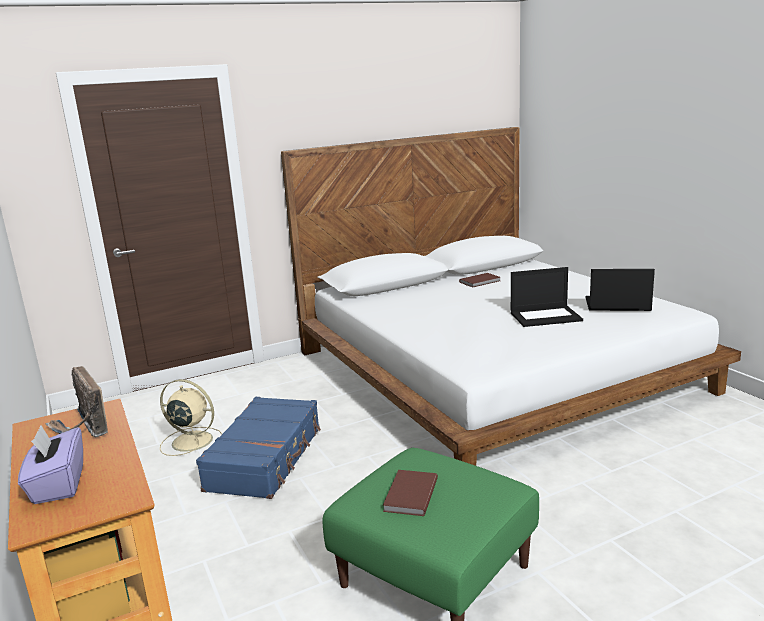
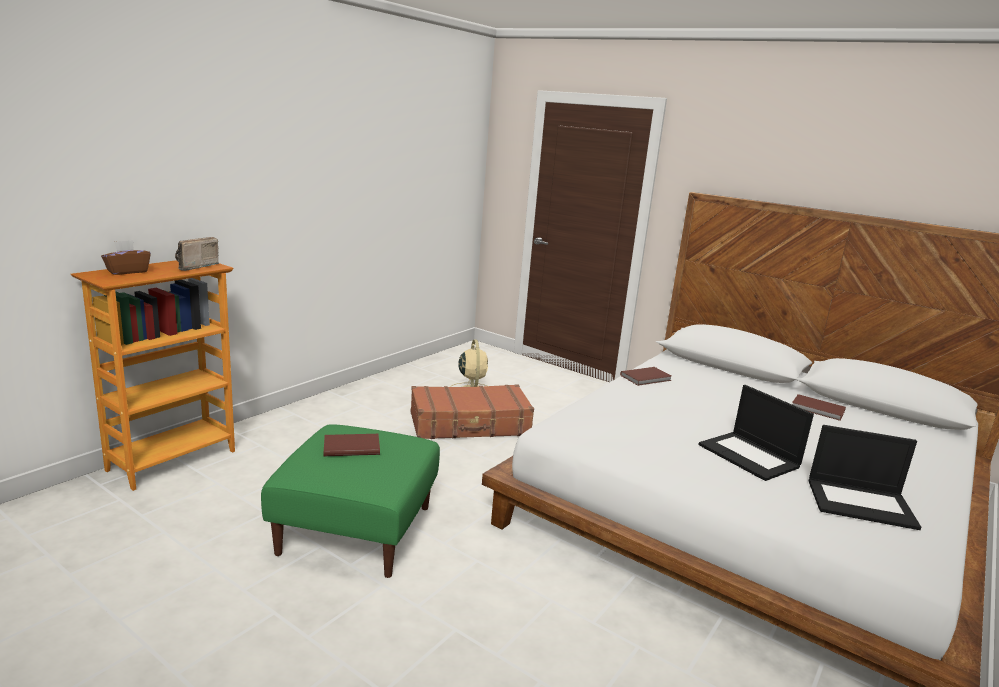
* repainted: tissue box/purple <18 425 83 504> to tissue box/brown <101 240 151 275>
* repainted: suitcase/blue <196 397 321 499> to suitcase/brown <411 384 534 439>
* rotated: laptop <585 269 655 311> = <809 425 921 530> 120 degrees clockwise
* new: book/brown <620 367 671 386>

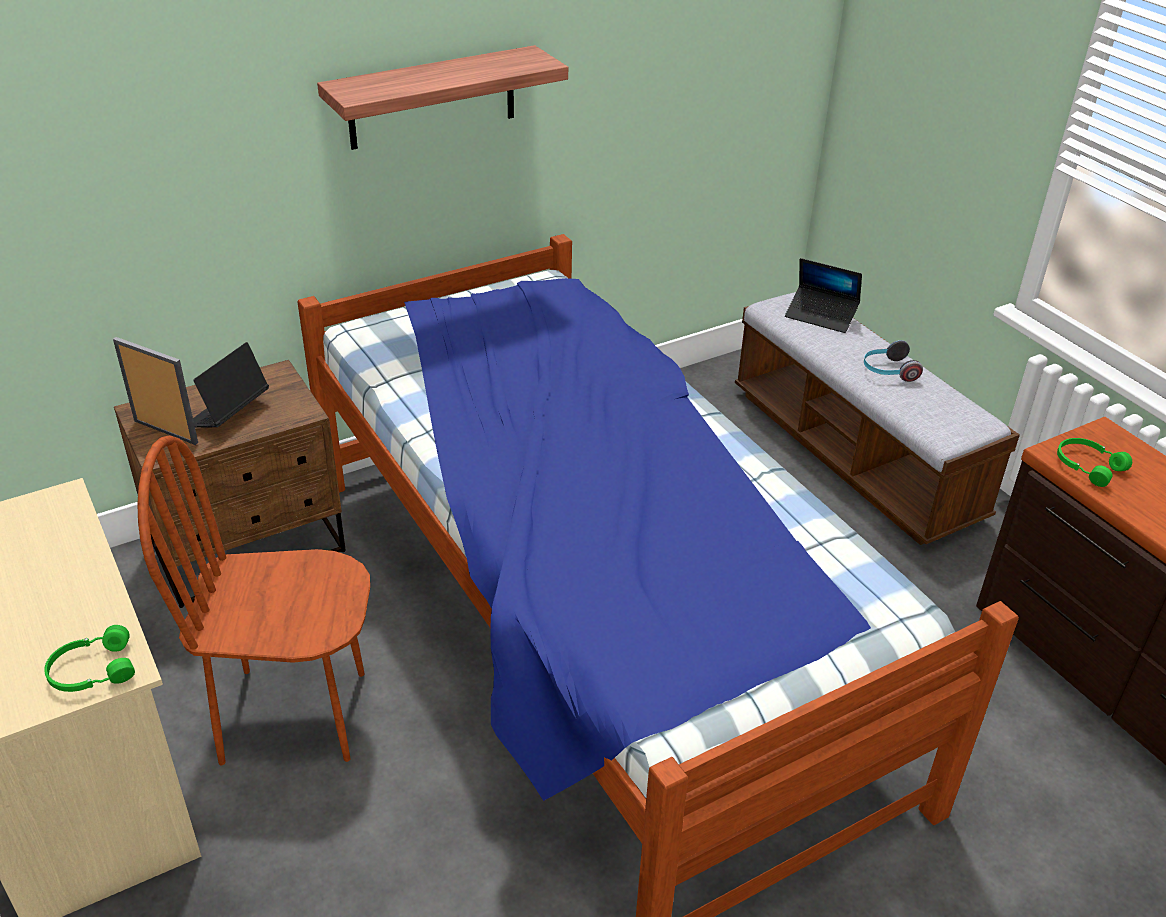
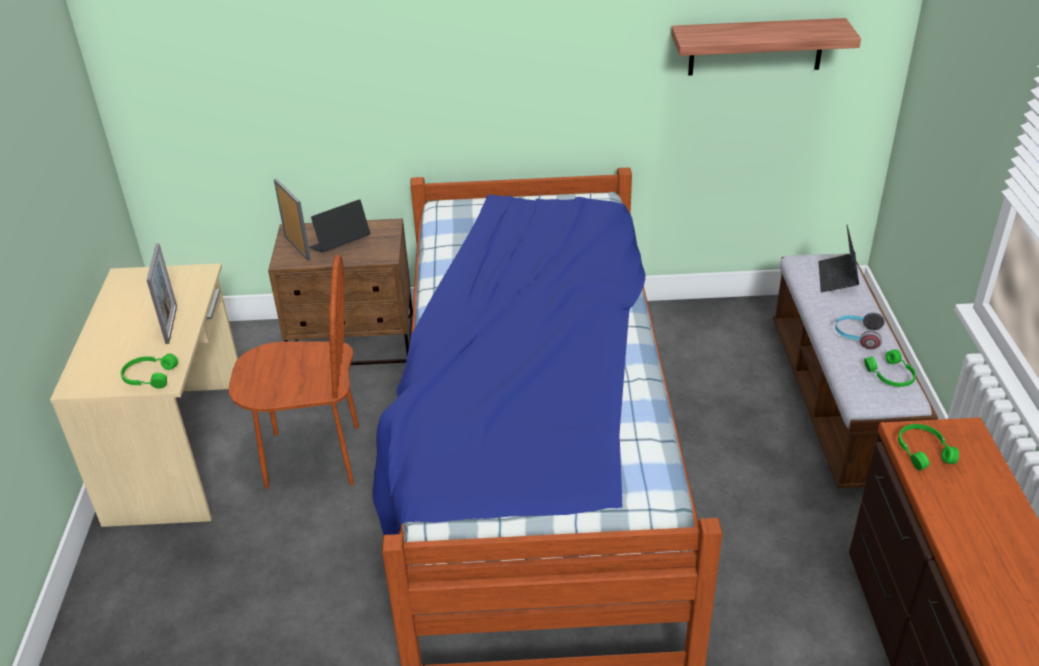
* rotated: chair/brown <137 435 370 765> = <229 255 359 489> 150 degrees clockwise
* shifted: shelf <317 45 568 150> to <671 18 861 76>
* rotated: laptop <785 258 862 333> = <818 225 859 292> 45 degrees clockwise
* new: picture frame <147 243 177 344>
* new: headphones/green <864 349 916 387>

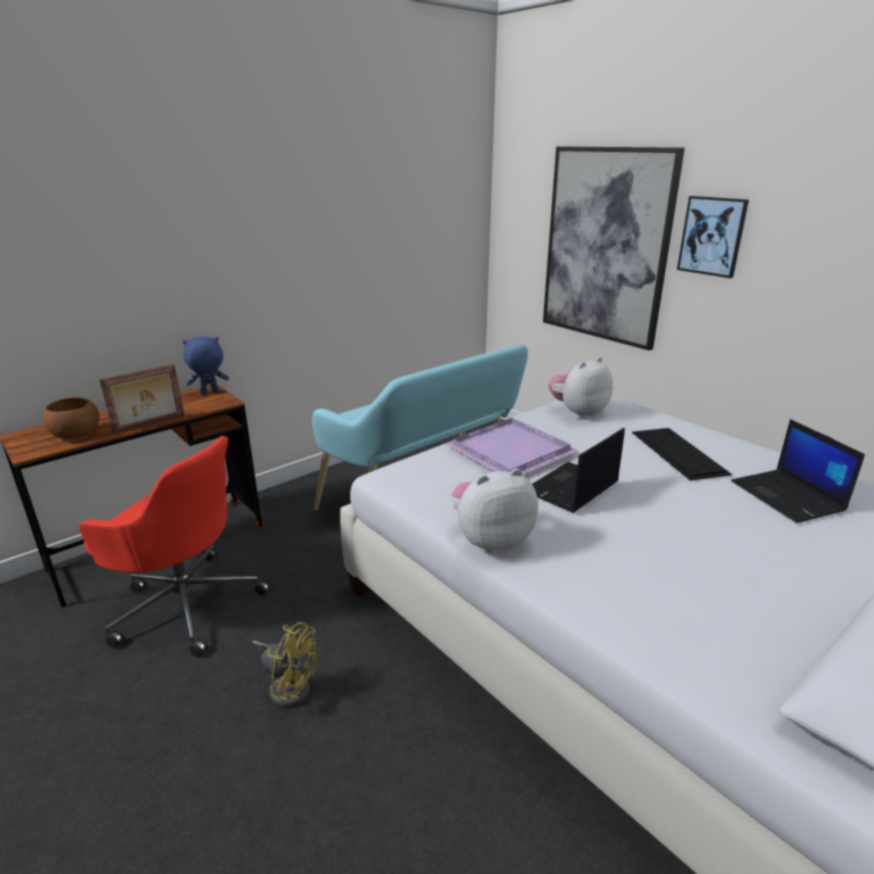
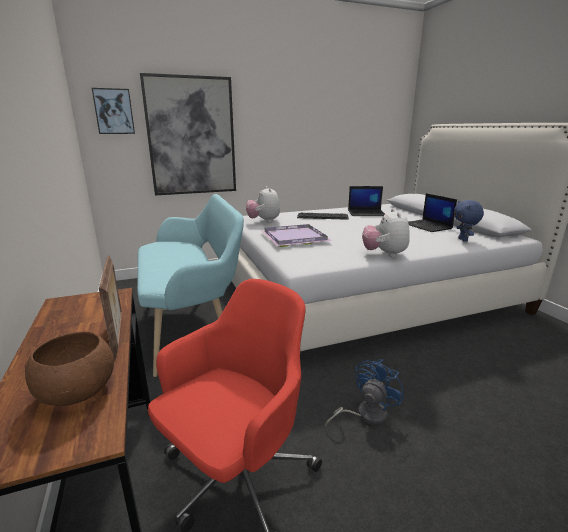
* shifted: plush toy/blue <183 336 229 395> to <454 200 484 242>
* repainted: fan/yellow <252 622 318 708> to fan/blue <325 359 404 427>
* shifted: laptop <532 428 625 513> to <408 193 457 232>
* shifted: picture <677 196 749 278> to <92 88 135 134>

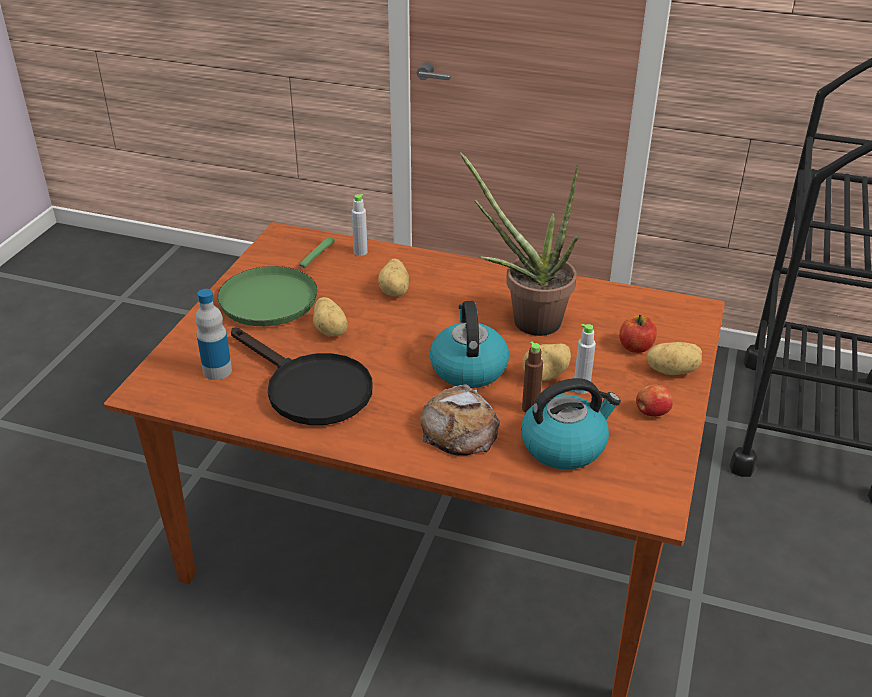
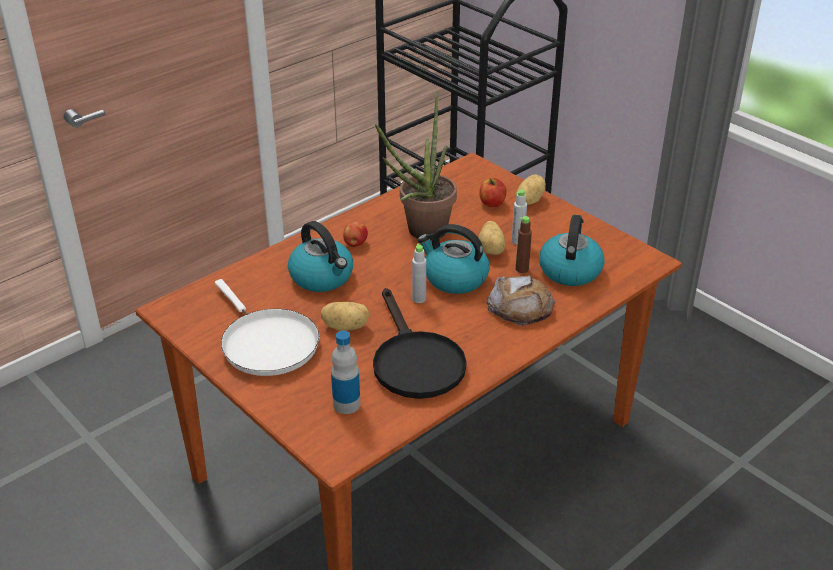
* repainted: frying pan/green <217 237 335 326> to frying pan/white <215 279 319 376>
* rotated: frying pan/black <231 328 372 425> = <373 288 467 399> 90 degrees clockwise
* shifted: bottle/grey <352 194 368 256> to <412 243 426 303>
* swapped: potato <378 259 409 296> to kettle <288 221 353 292>
* shifted: apple <636 384 673 417> to <343 221 368 247>

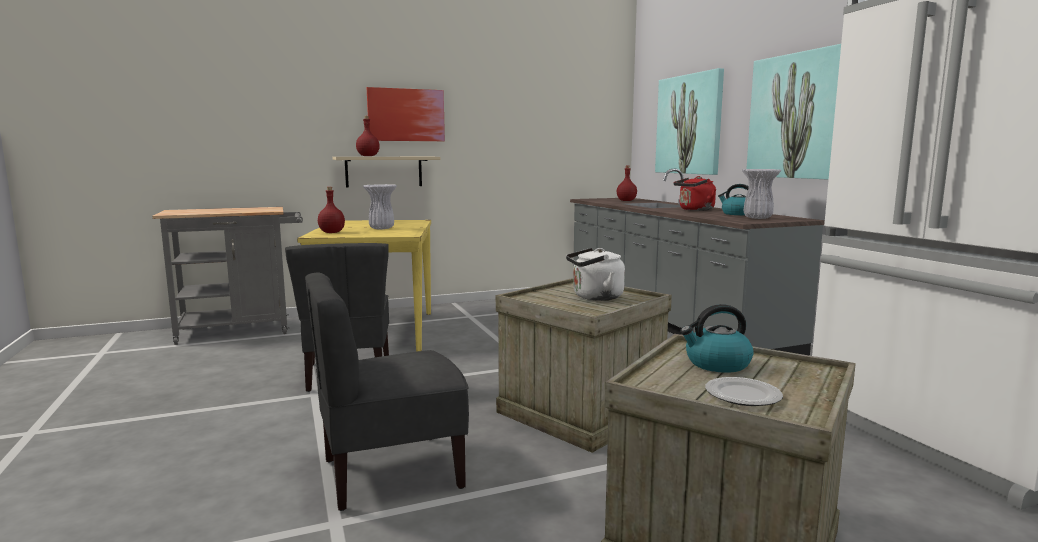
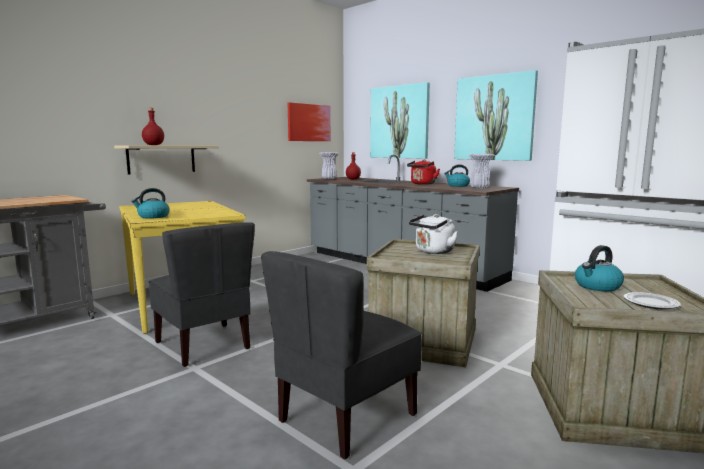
* swapped: bottle/red <318 187 345 233> to kettle <131 188 170 219>
* shifted: vase/white <363 184 397 229> to <319 152 339 179>
* shifted: picture <367 87 445 141> to <288 102 331 141>

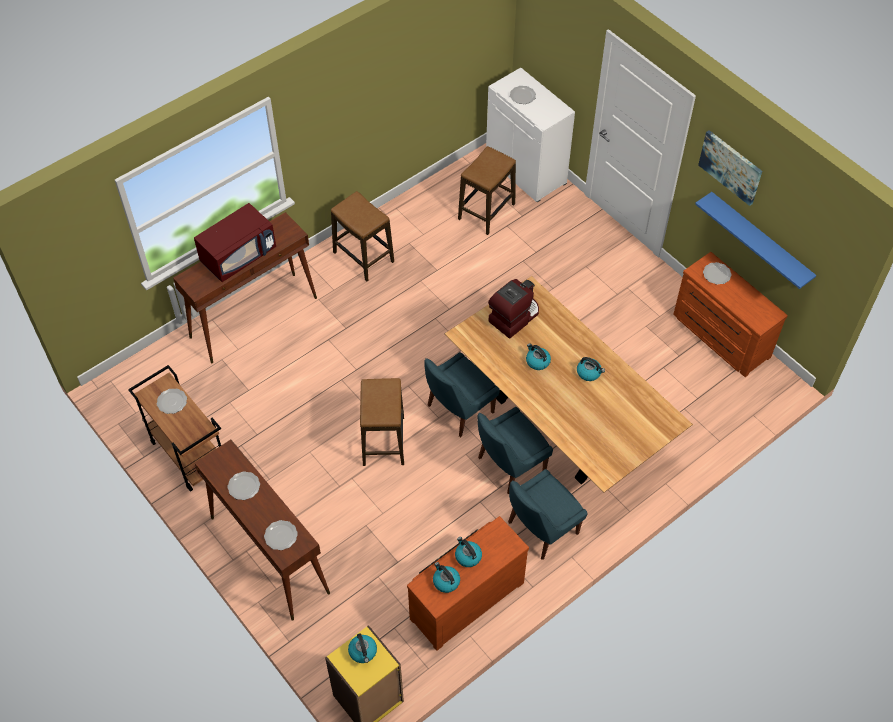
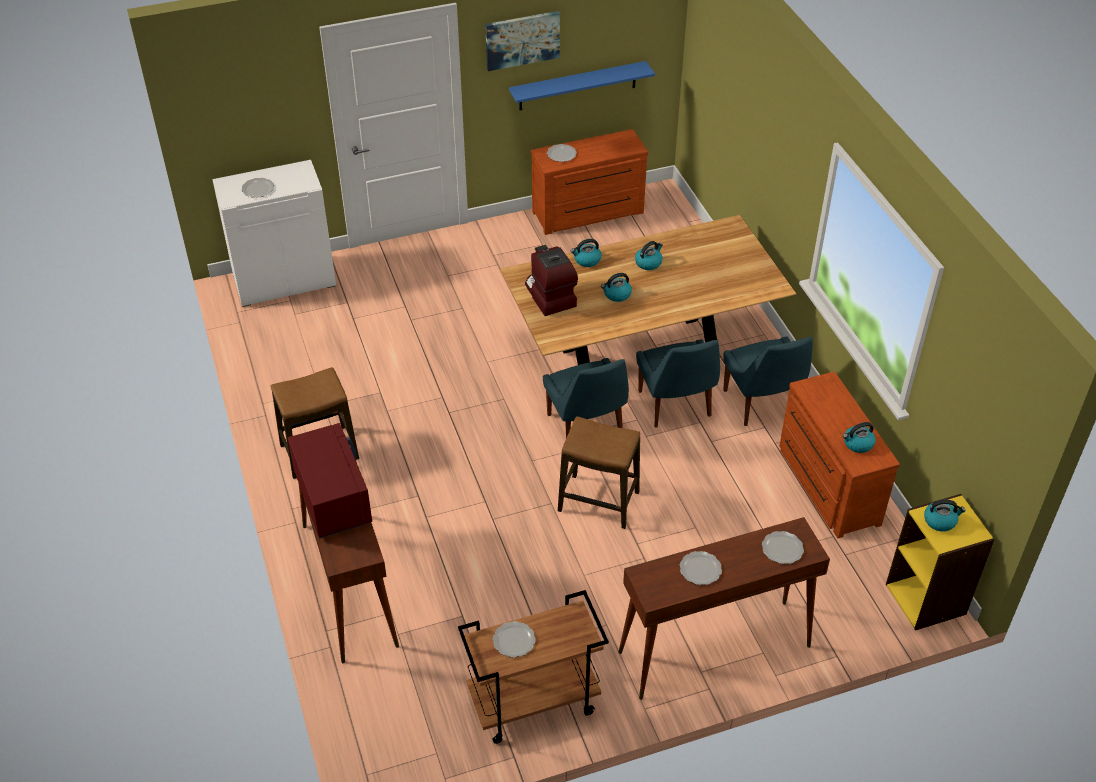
* shifted: kettle <455 537 482 567> to <571 239 601 267>
* gone: stool <458 146 516 235>

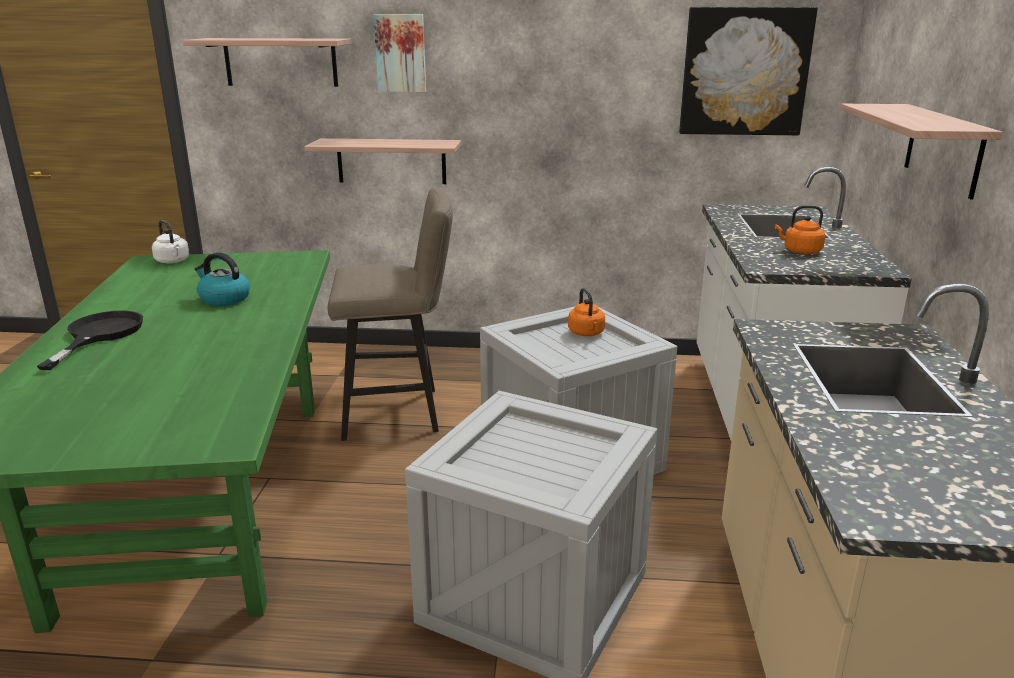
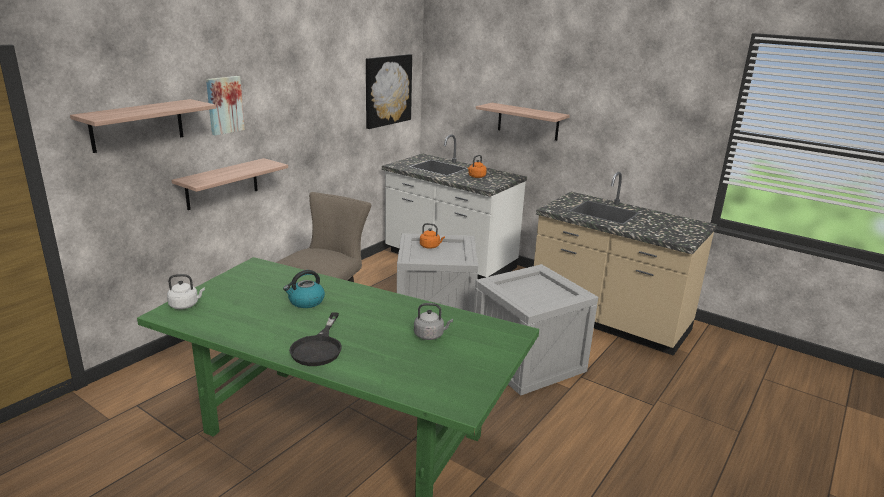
* rotated: frying pan/black <37 311 143 370> = <289 312 342 366> 120 degrees counterclockwise
* new: kettle/grey <414 303 453 340>

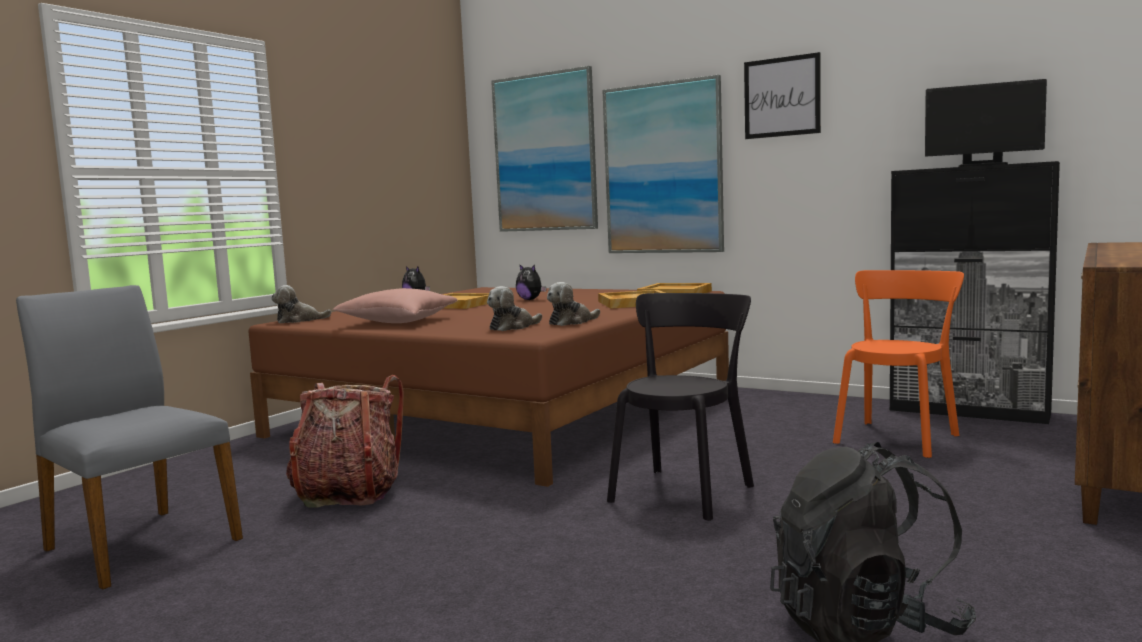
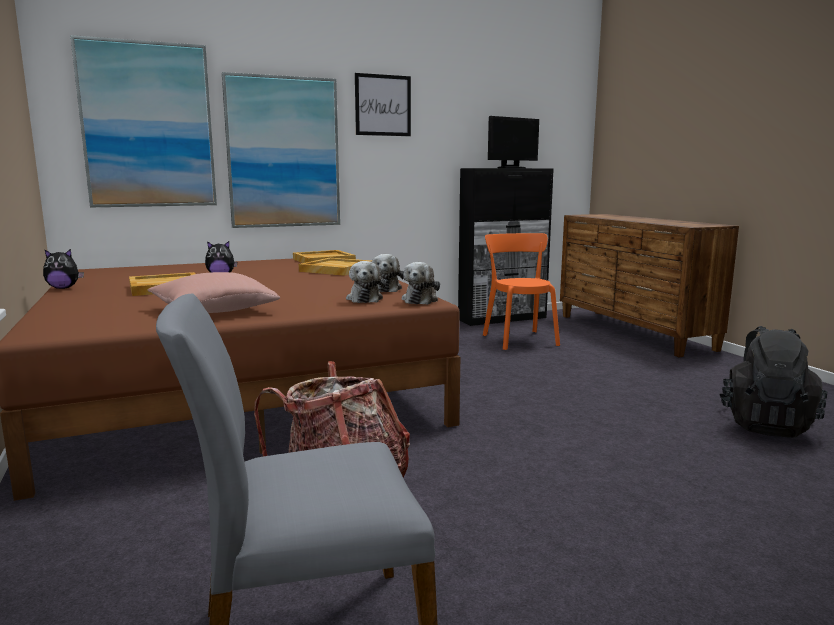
* shifted: plush toy <271 285 332 324> to <402 262 440 305>
* gone: chair/black <607 293 754 521>

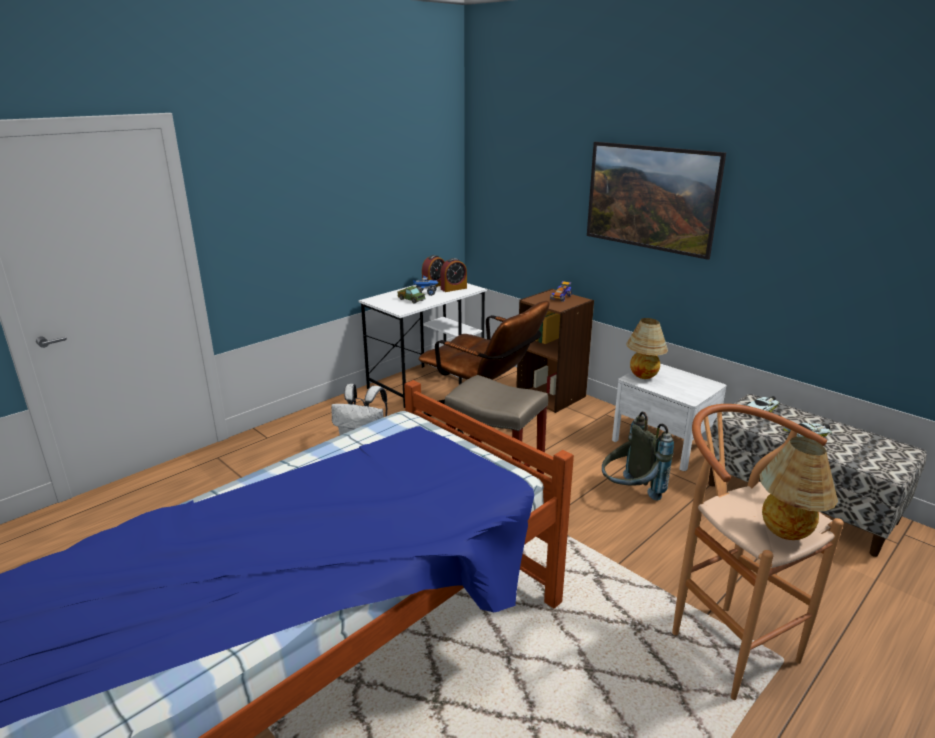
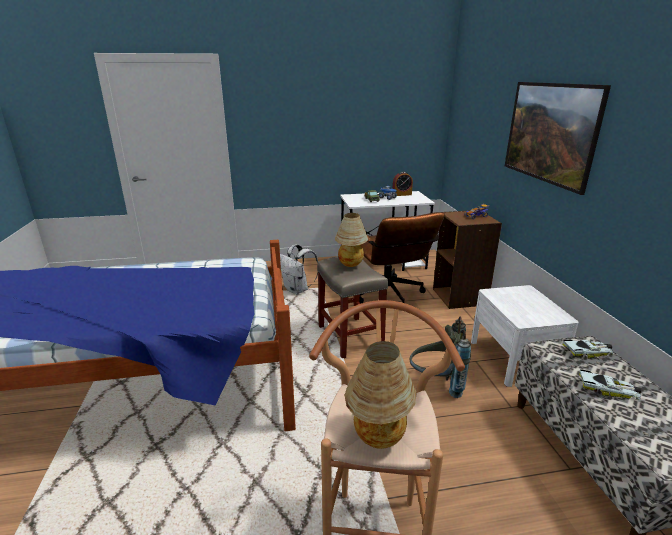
* gone: alarm clock <440 258 467 292>
* shifted: table lamp <626 318 668 379> to <335 213 368 267>

